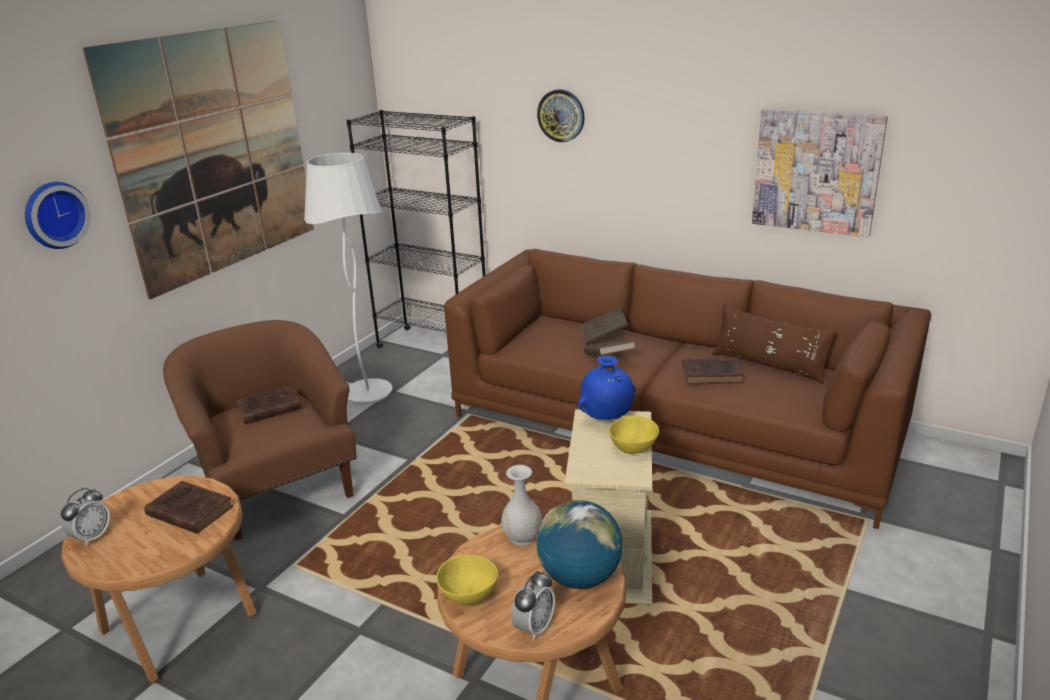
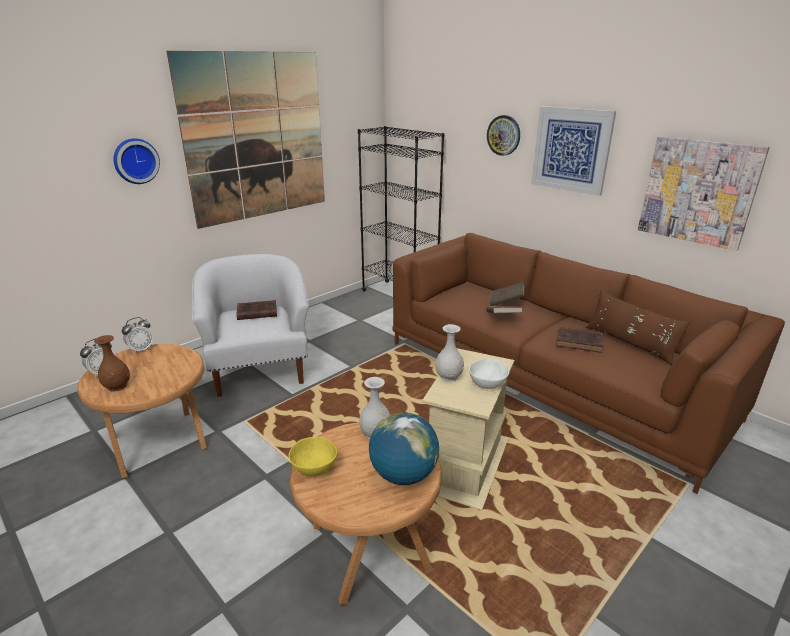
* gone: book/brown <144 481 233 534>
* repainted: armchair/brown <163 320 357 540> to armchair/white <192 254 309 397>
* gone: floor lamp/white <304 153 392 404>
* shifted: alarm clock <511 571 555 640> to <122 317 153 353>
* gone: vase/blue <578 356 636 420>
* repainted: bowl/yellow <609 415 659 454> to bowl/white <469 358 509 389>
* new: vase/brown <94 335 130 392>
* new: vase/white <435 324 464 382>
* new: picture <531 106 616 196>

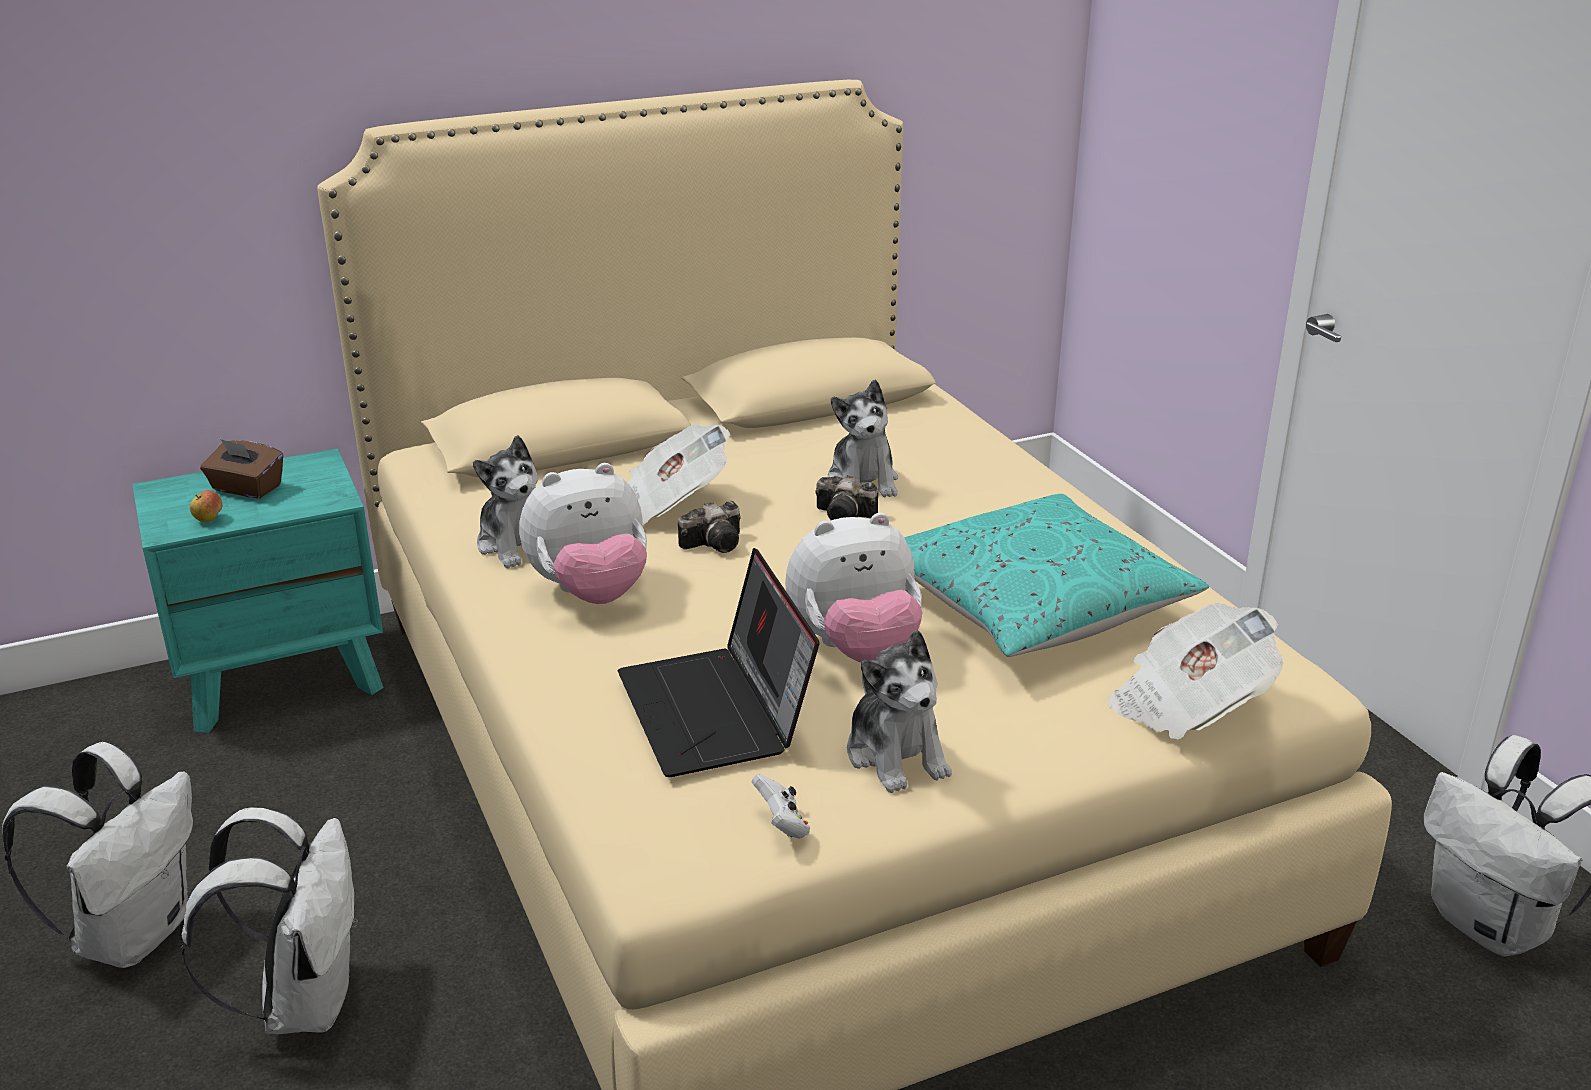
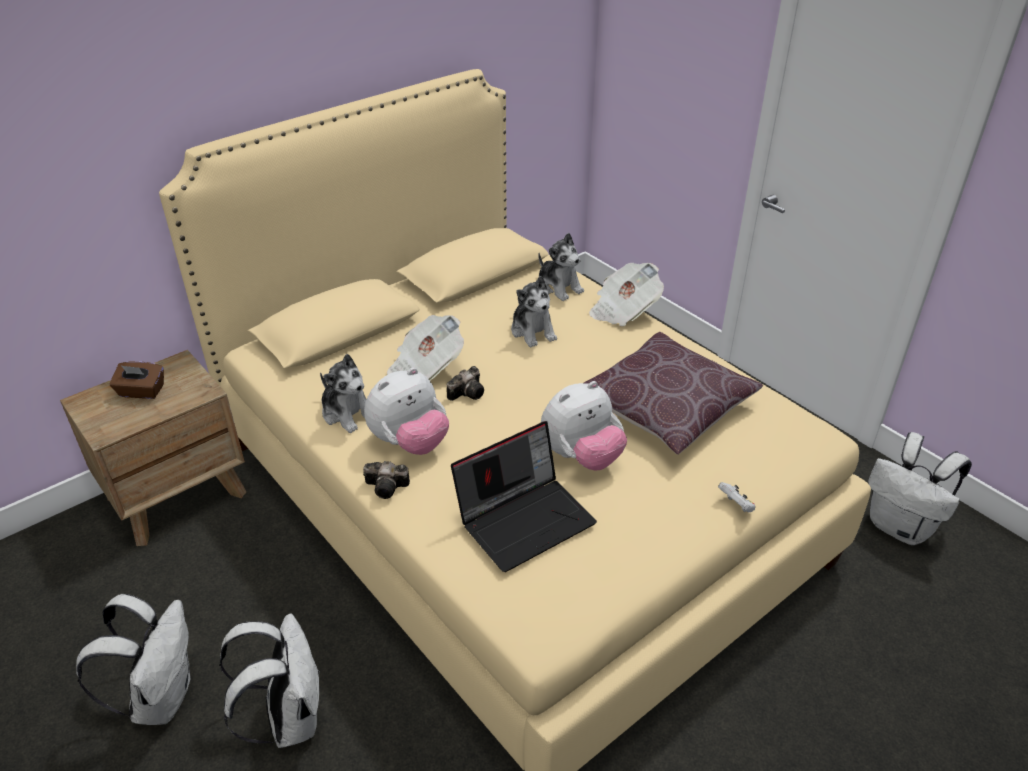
* repainted: nightstand/turquoise <132 448 384 733> to nightstand/brown <60 350 247 546>
* gone: apple <190 490 223 522>
* rotated: laptop <617 548 819 777> = <451 421 597 572> 90 degrees counterclockwise
* shifted: game controller/white <751 774 810 839> to <718 482 756 512>
* shifted: photo camera <815 475 878 520> to <363 461 410 499>
* shifted: plush toy <847 630 952 793> to <538 233 584 301>
* repainted: pillow/turquoise <904 494 1209 657> to pillow/brown <584 332 763 455>
* shifted: newspaper <1108 603 1283 740> to <589 263 664 326>

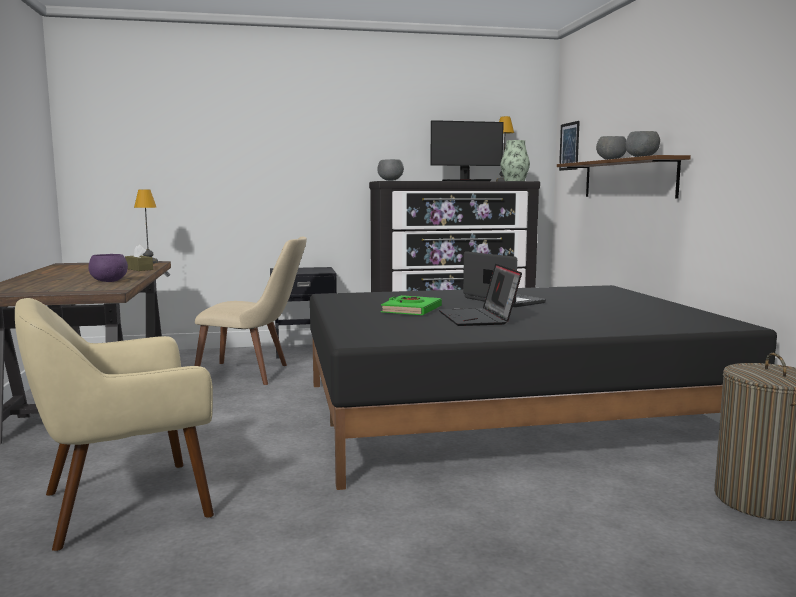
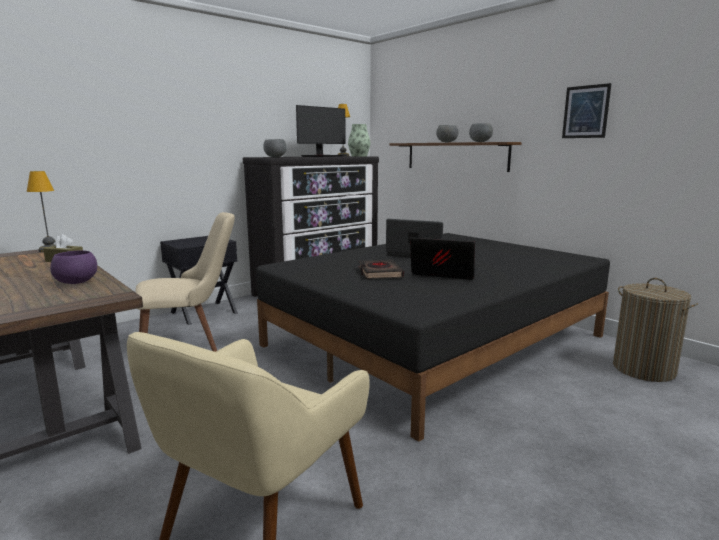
* repainted: book/green <381 295 442 315> to book/black <359 260 404 279>
* rotated: laptop <439 264 522 326> = <410 237 478 280> 150 degrees clockwise
* shifted: picture <559 121 580 171> to <562 83 612 138>

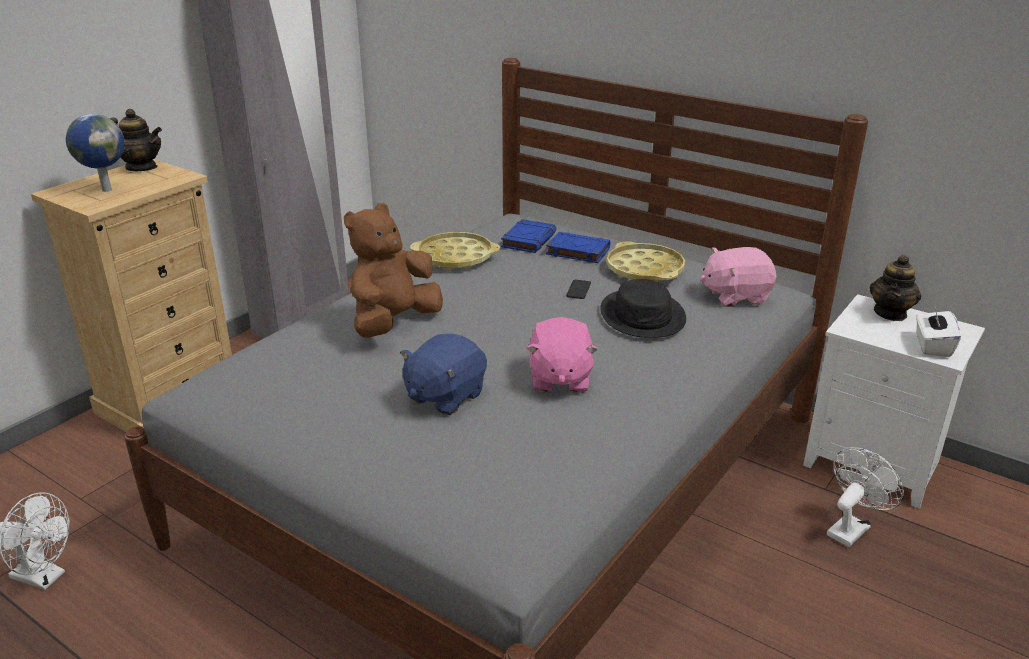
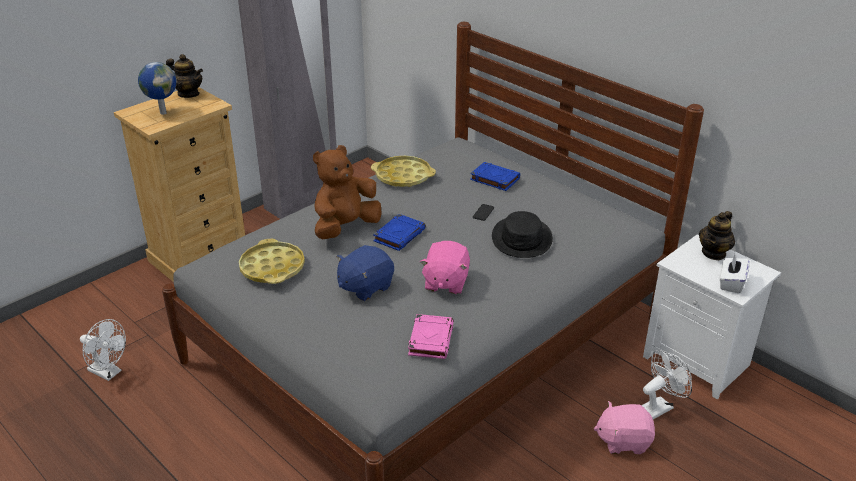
* shifted: book/blue <501 219 556 253> to <373 214 426 251>
* shifted: tray/yellow <607 241 685 282> to <239 239 305 284>
* shifted: plush toy/pink <700 247 777 307> to <594 401 655 454>
* new: book/pink <408 314 454 359>

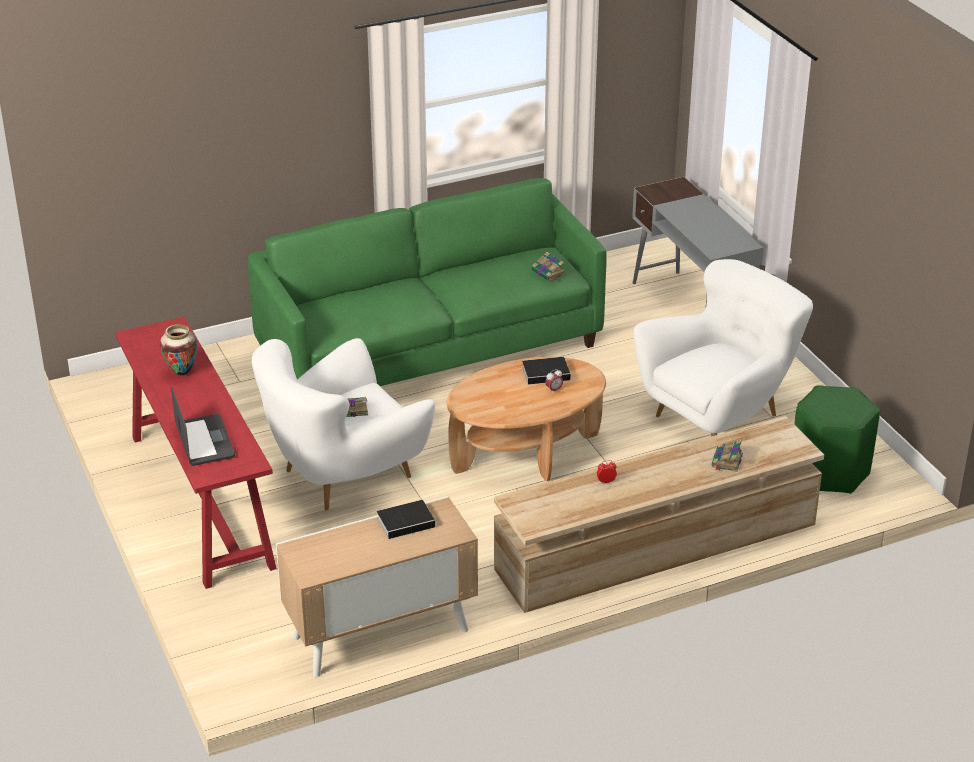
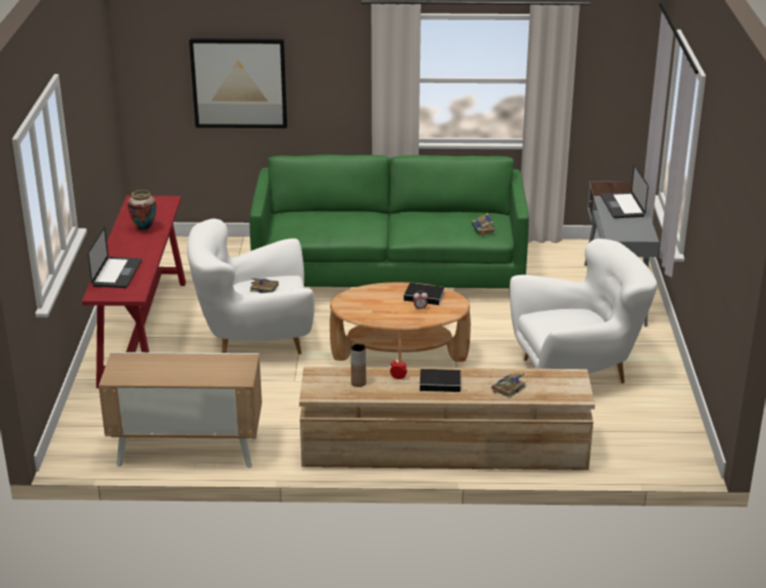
* shifted: book <377 500 443 539> to <420 369 469 392>
* gone: stool/green <794 385 880 494>
* new: picture <189 38 287 128>
* new: vase/brown <351 344 366 387>
* new: laptop <601 164 649 218>

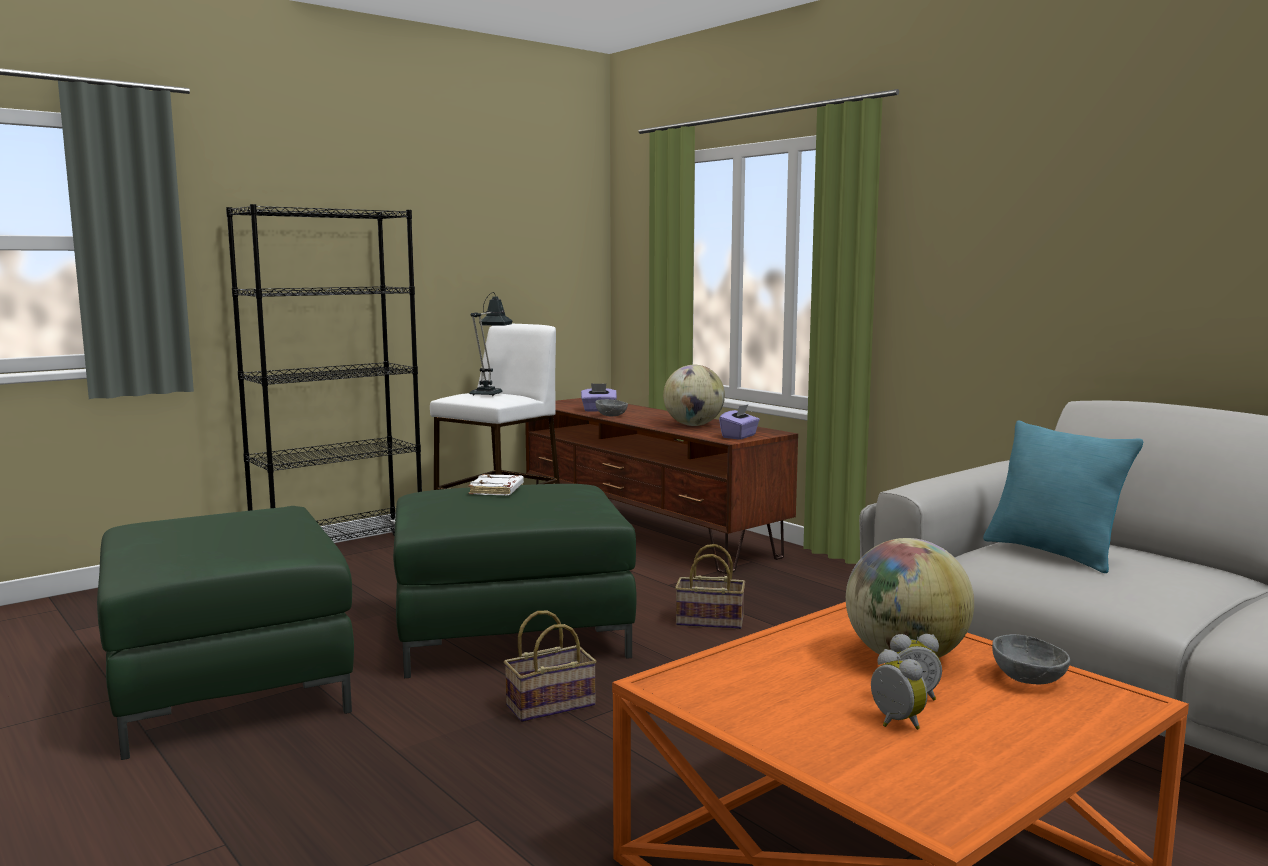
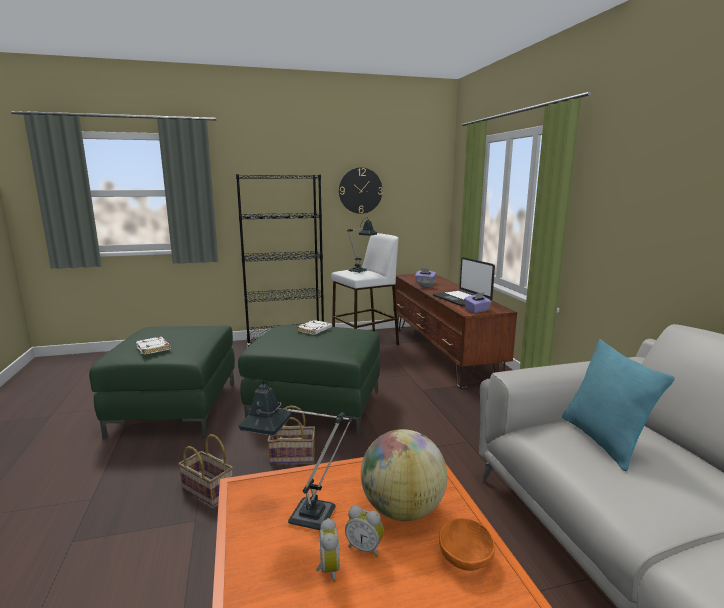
* swapped: globe <663 365 725 426> to laptop <433 257 495 307>
* shifted: basket <675 544 745 629> to <178 434 233 506>
* repainted: bowl/grey <992 634 1070 684> to bowl/orange <439 518 495 571>
* new: book/white <135 337 171 355>
* new: table lamp <238 381 353 530>
* new: wall clock <339 168 383 214>

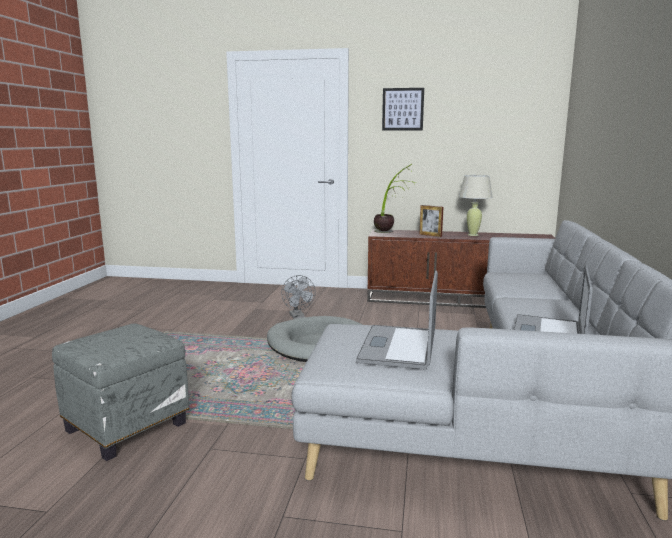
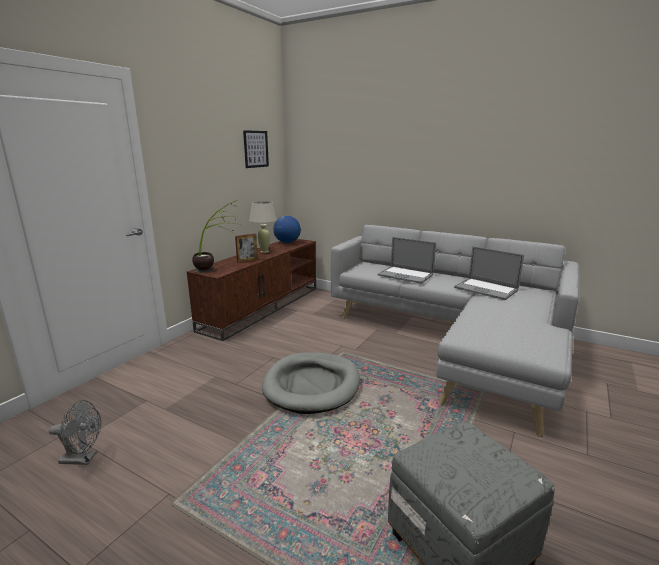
* shifted: fan/grey <281 275 316 319> to <49 400 101 465>
* shifted: laptop <356 271 438 369> to <378 237 436 284>
* shifted: picture <382 88 424 130> to <243 130 269 168>
* new: globe <273 216 301 243>

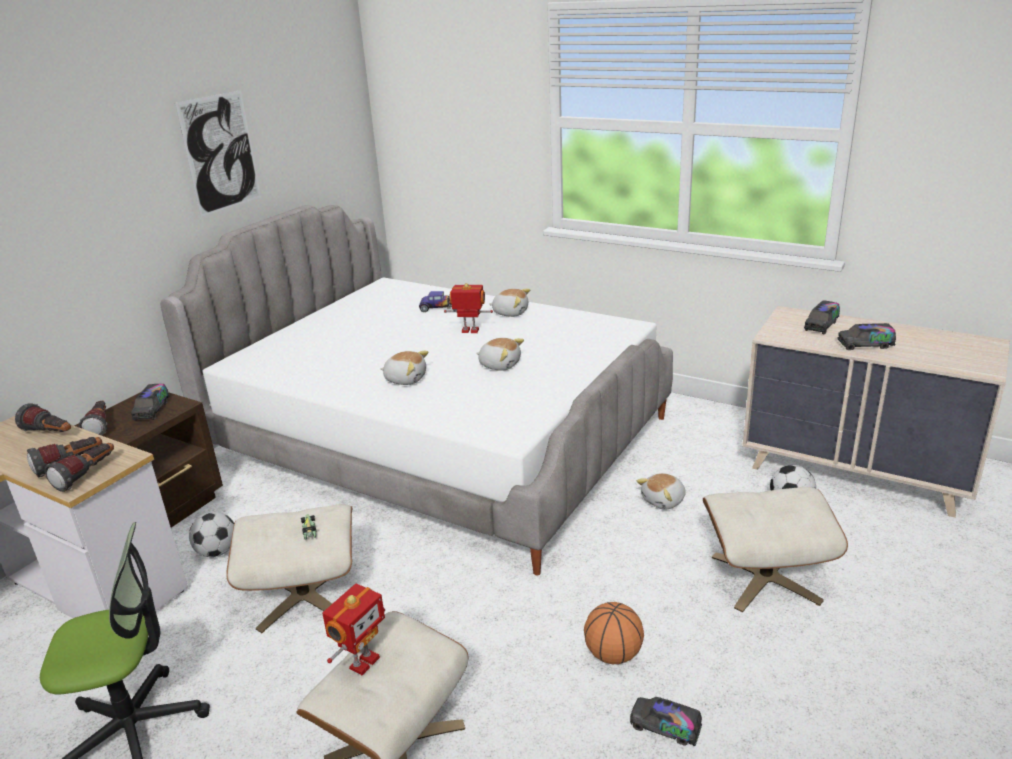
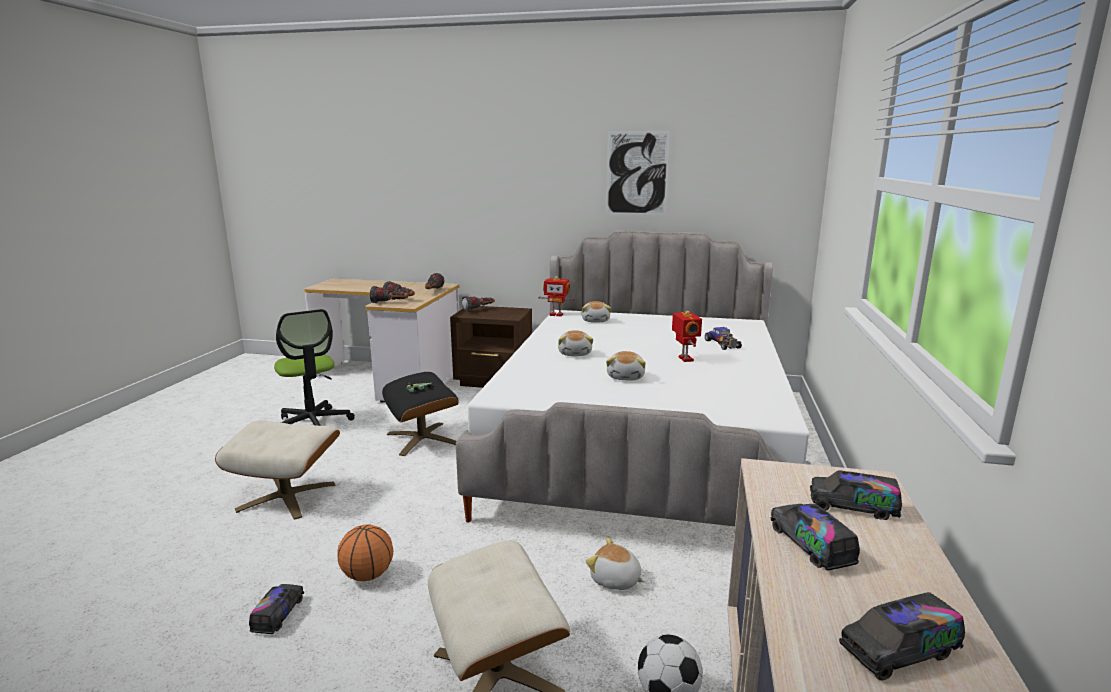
* shifted: toy truck <131 384 170 421> to <839 592 965 680>
* gone: football <189 512 234 557>
* repainted: ottoman/beige <226 504 352 633> to ottoman/black <382 372 459 456>
* shifted: toy robot <322 583 385 675> to <538 276 575 317>
* shifted: plush toy <489 289 530 317> to <582 301 611 322>

